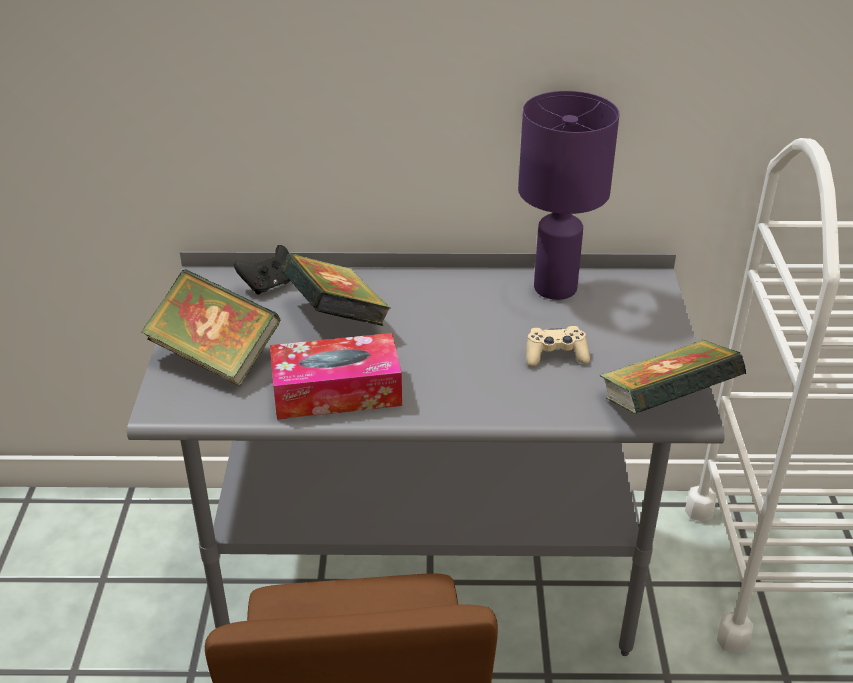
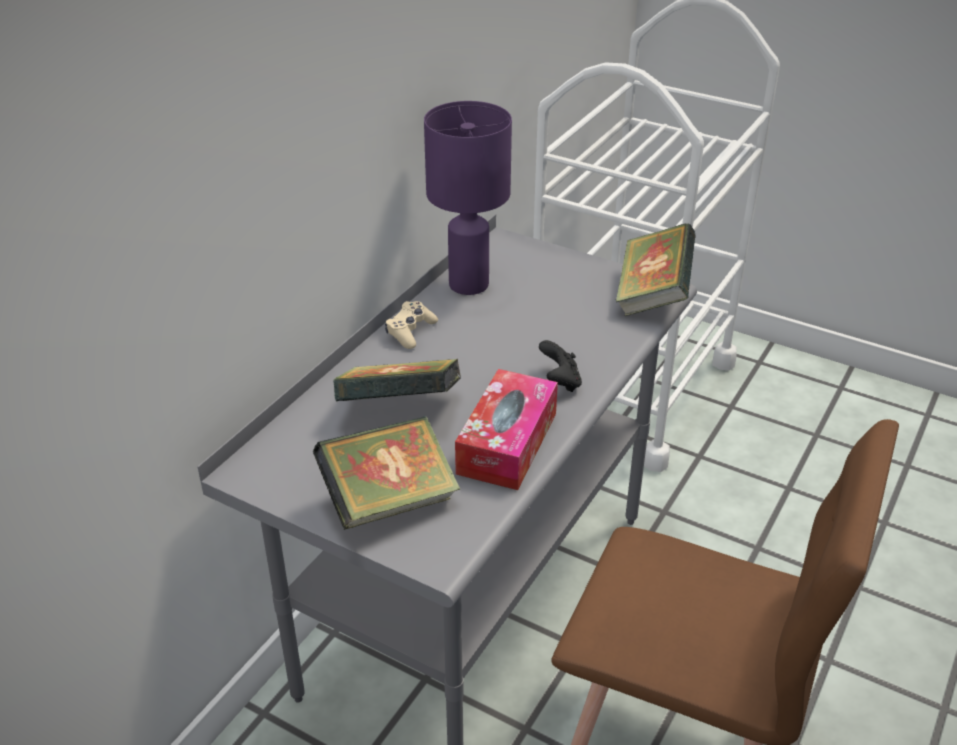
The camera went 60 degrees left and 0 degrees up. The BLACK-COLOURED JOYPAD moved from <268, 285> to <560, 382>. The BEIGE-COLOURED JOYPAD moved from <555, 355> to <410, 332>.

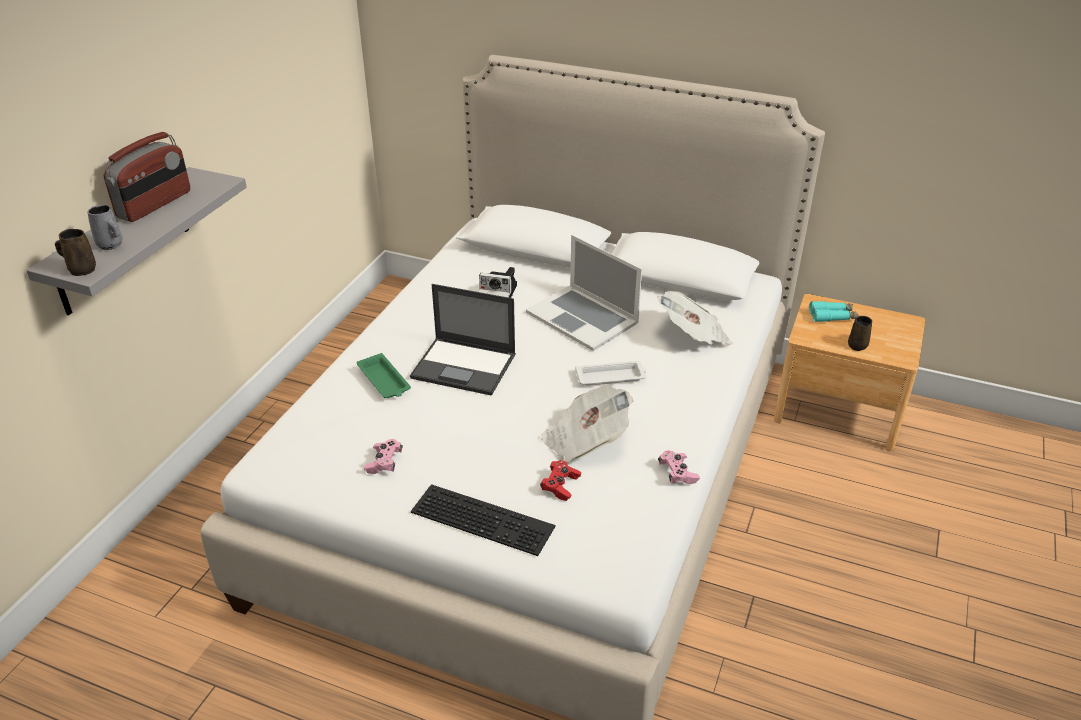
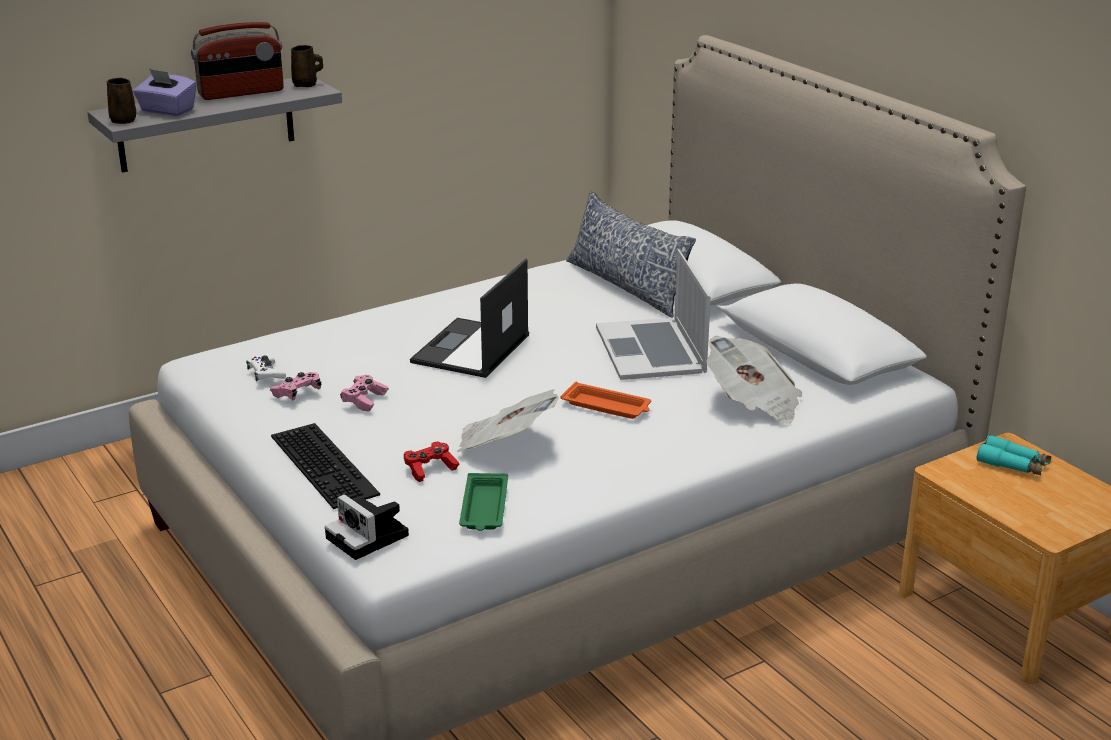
The camera went 35 degrees right and 10 degrees down. The GREY COFFEE MUG at <111, 245> was replaced by the PURPLE TISSUE HOLDER at <167, 110>. The STILL CAMERA moved from <499, 293> to <370, 537>. The LAPTOP at <465, 366> turned 60 degrees clockwise. The BROWNISH COFFEE MUG moved from <858, 345> to <306, 85>. The GREENISH TRAY moved from <384, 381> to <484, 508>. The WHITISH TRAY at <611, 377> became the ORANGE TRAY at <607, 406>. The PINK JOYPAD moved from <677, 473> to <364, 400>. The THROW PILLOW at <626, 285> appeared. The WHITISH JOYPAD at <266, 373> appeared.

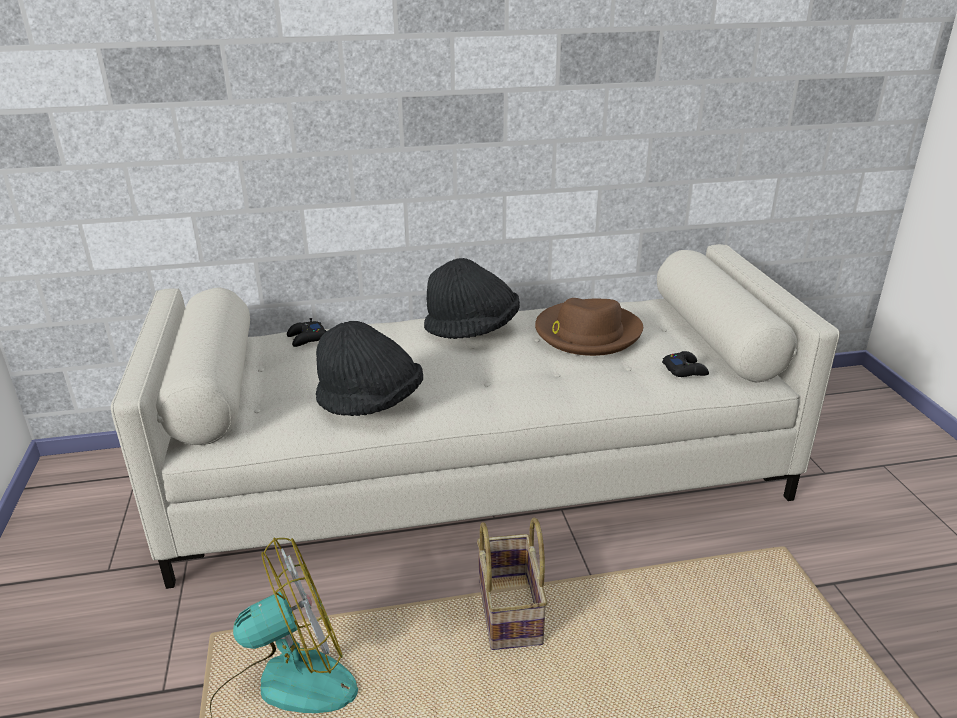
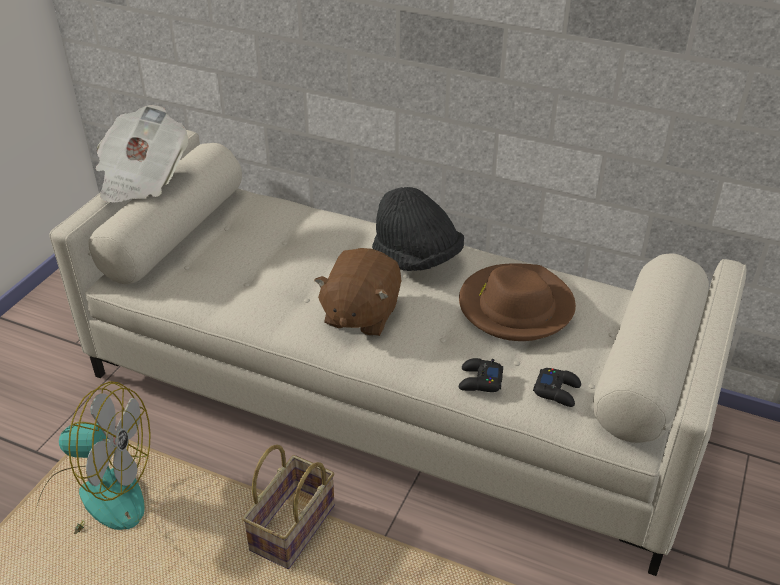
The camera went 35 degrees right and 10 degrees up. The BLACK-COLOURED JOYPAD moved from <306, 338> to <479, 381>. The BLACK-COLOURED WEARABLE HAT at <370, 404> disappeared. The DAILY PAPER at <142, 178> appeared. The BROWNISH CUDDLY TOY at <360, 314> appeared.

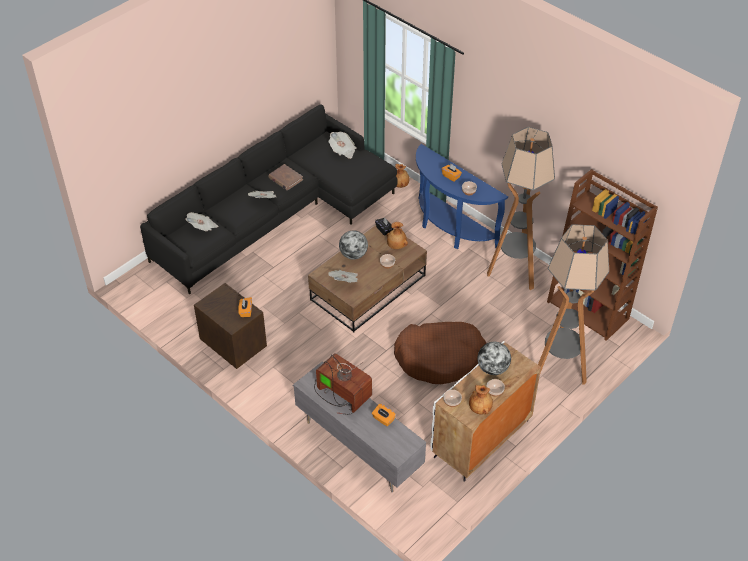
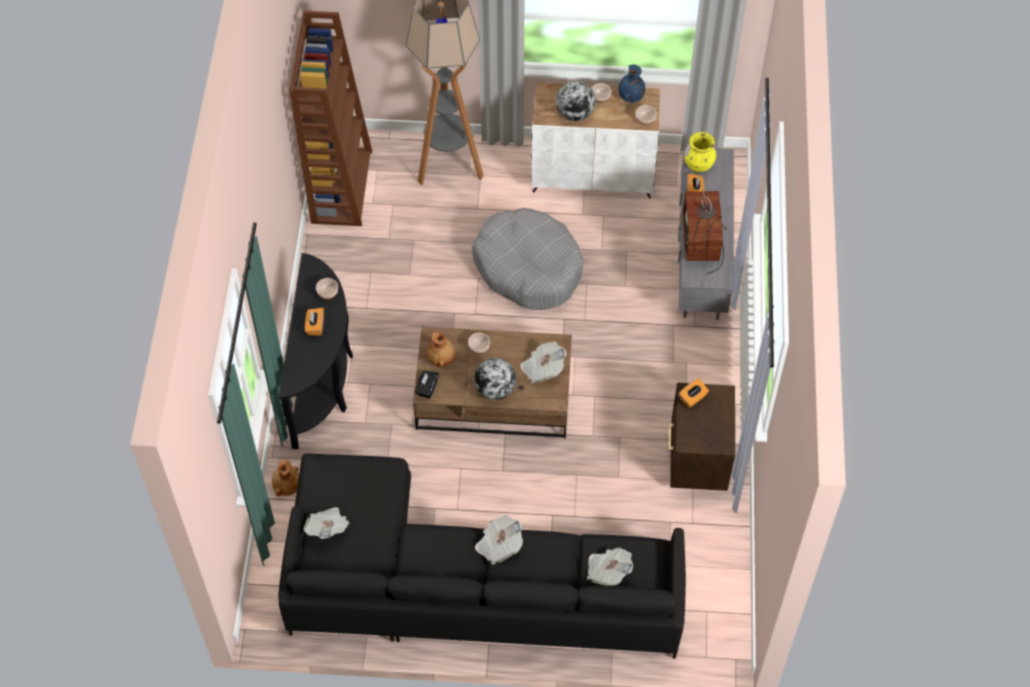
The camera went 130 degrees left and 10 degrees up. The FLOOR LAMP at <514, 273> disappeared. The BLUE-COLOURED HALL TABLE at <449, 229> became the BLACK-COLOURED HALL TABLE at <324, 382>. The BROWNISH VOLUME at <285, 179> disappeared. The BROWNISH PET BED at <440, 358> became the GREY PET BED at <528, 267>. The BROWNISH VASE at <480, 408> became the BLUE-COLOURED VASE at <630, 96>. The YELLOWISH VASE at <698, 166> appeared.

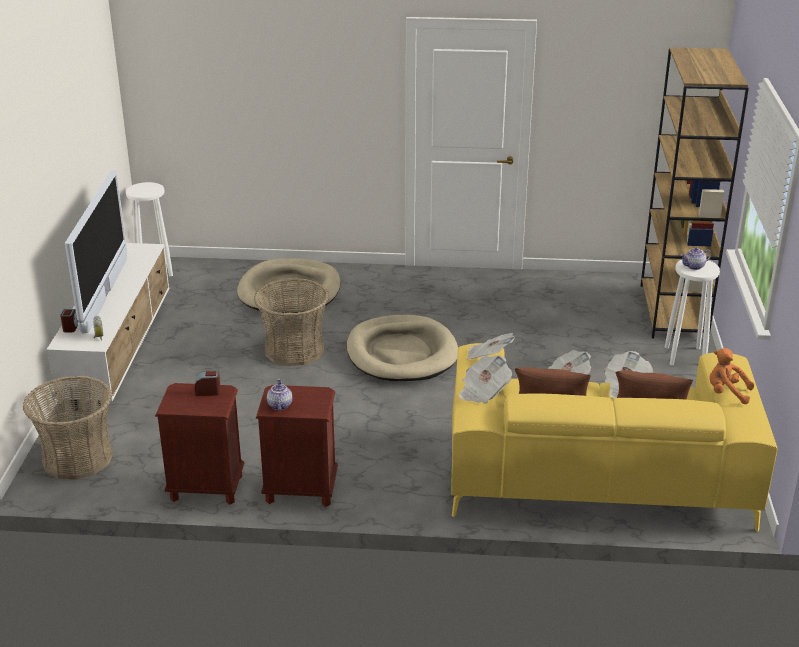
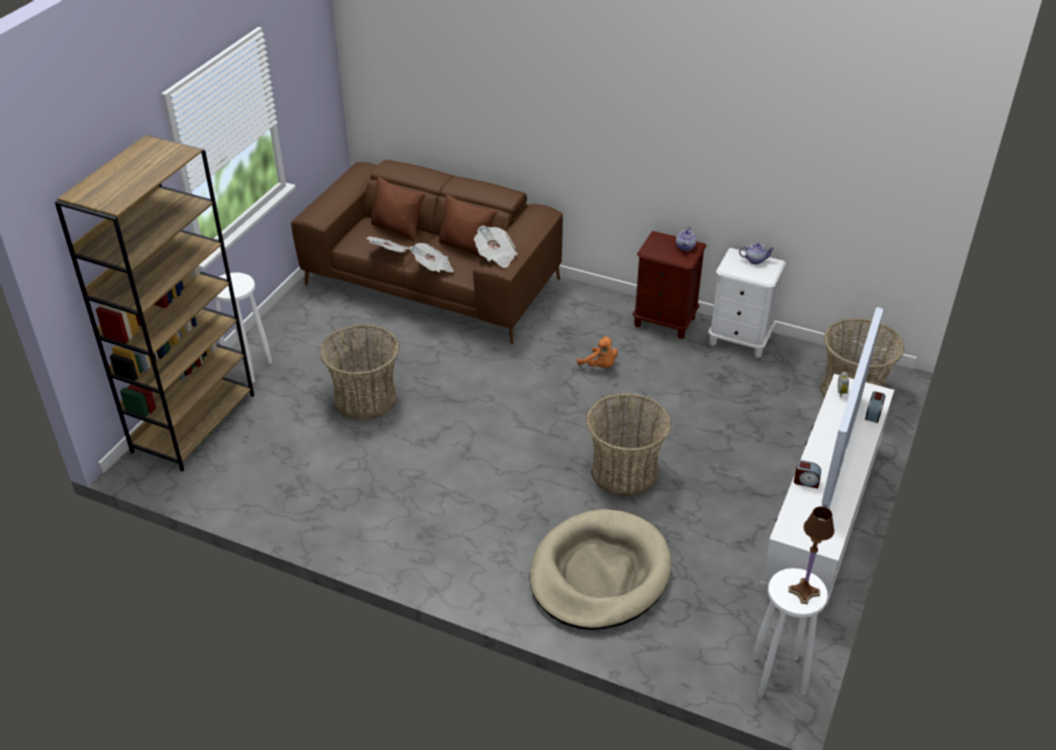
The camera went 160 degrees left and 10 degrees up. The TEAPOT moved from <694, 267> to <755, 260>. The BEIGE-COLOURED PET BED at <401, 353> disappeared. The YELLOWISH SETTEE at <598, 475> became the BROWNISH SETTEE at <432, 283>. The ORANGE CUDDLY TOY moved from <726, 393> to <600, 366>. The DAILY PAPER at <483, 391> disappeared. The TABLE CLOCK moved from <208, 392> to <806, 481>. The BROWNISH BEDSIDE TABLE at <206, 488> became the WHITISH BEDSIDE TABLE at <740, 340>. The STORAGE BASKET at <365, 398> appeared. The BROWNISH LAMP FOR A TABLE at <804, 592> appeared.

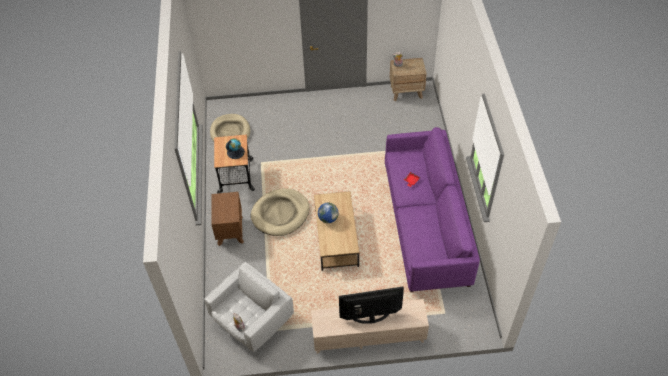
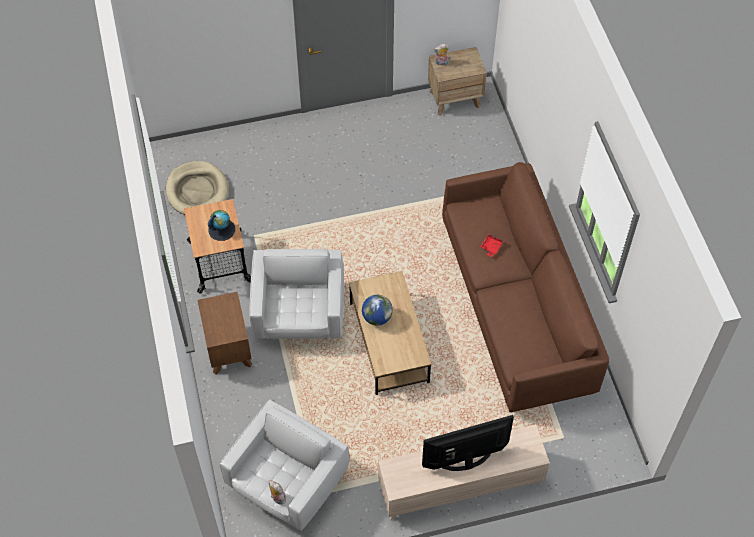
The camera went 10 degrees left and 5 degrees up. The PURPLE SETTEE at <426, 224> became the BROWNISH SETTEE at <516, 306>. The BEIGE-COLOURED PET BED at <280, 214> was replaced by the WHITISH EASY CHAIR at <299, 314>.

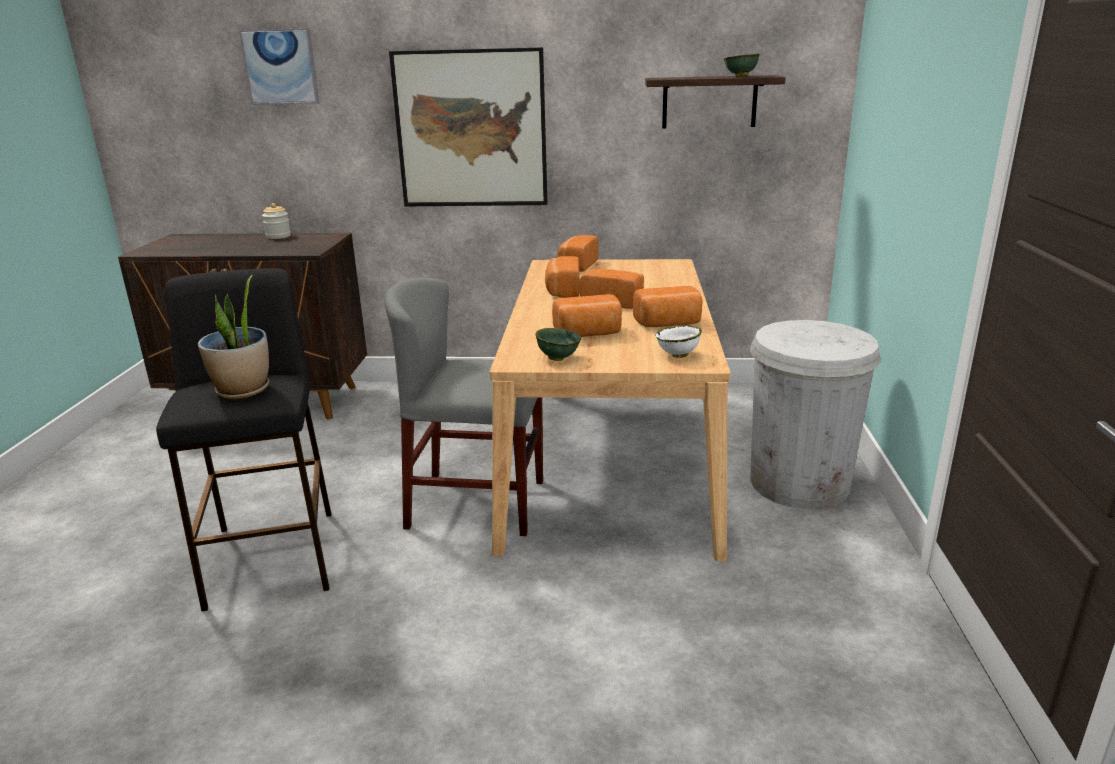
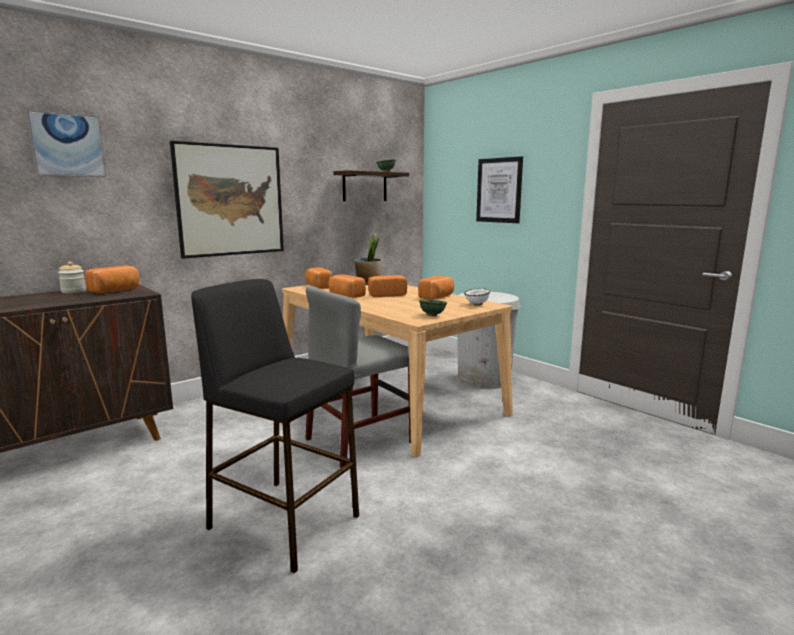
The camera went 45 degrees left and 10 degrees down. The HOUSEPLANT moved from <243, 390> to <368, 283>. The BREAD moved from <588, 334> to <116, 290>. The WALL ART at <499, 190> appeared.

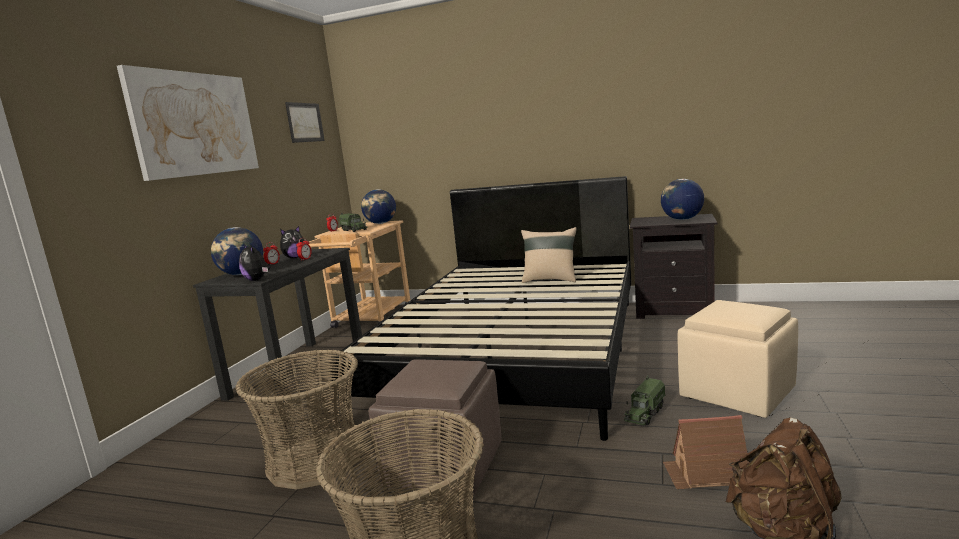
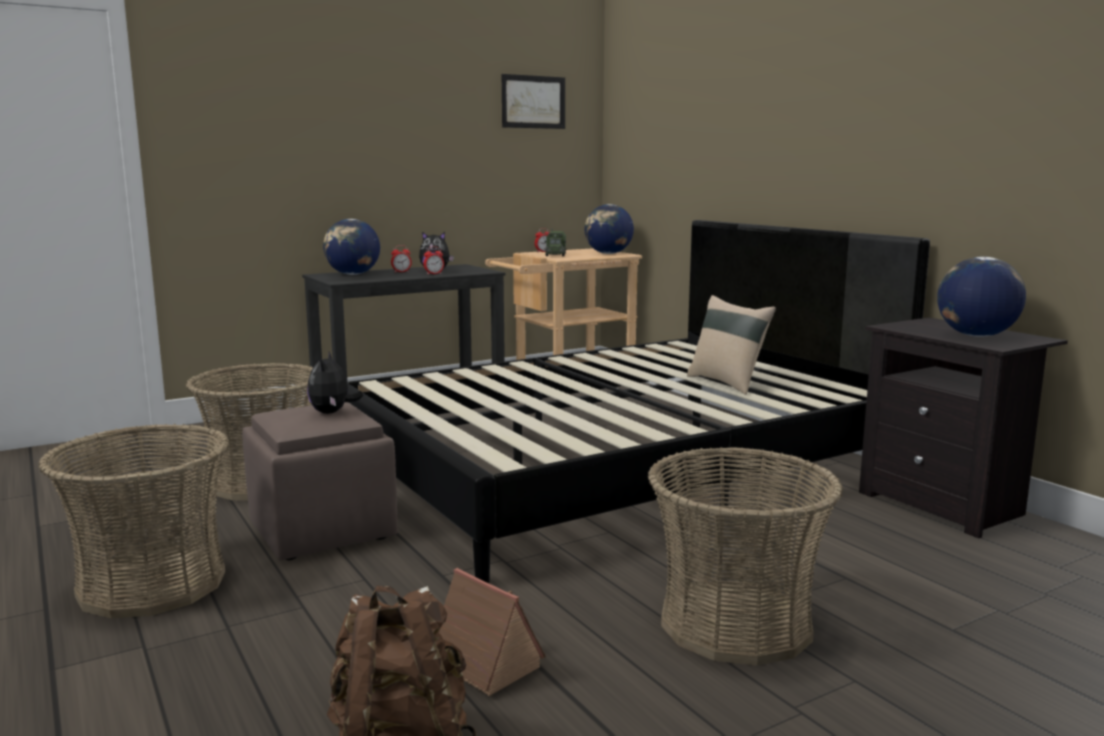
The camera went 40 degrees right and 0 degrees up. The WALL ART at <195, 124> disappeared. The CUDDLY TOY moved from <257, 280> to <332, 413>. The BEIGE-COLOURED FOOTREST at <736, 393> was replaced by the STORAGE BASKET at <735, 623>. The TOY LORRY at <644, 413> disappeared.

